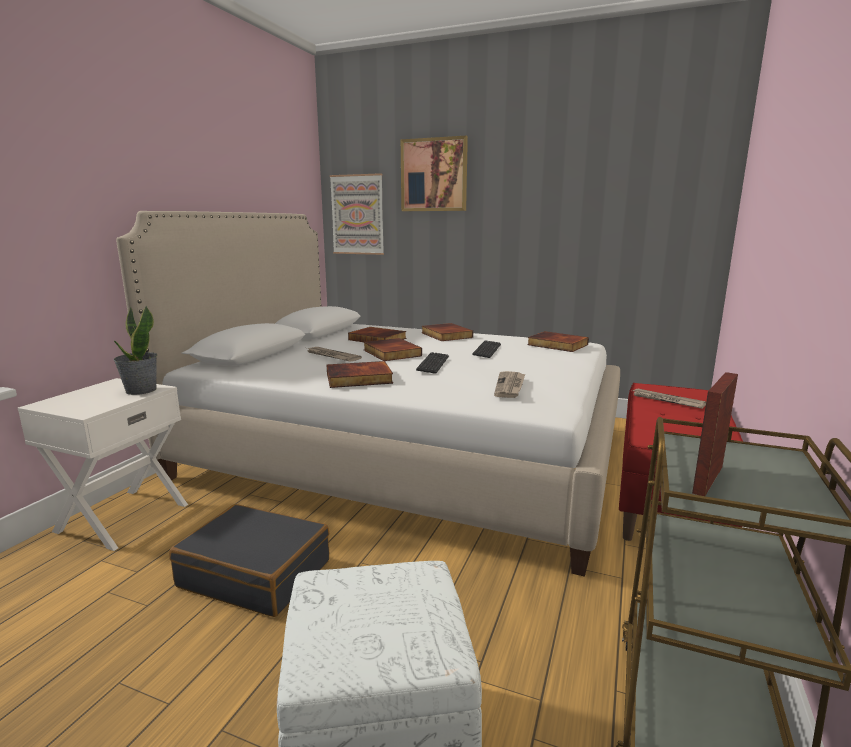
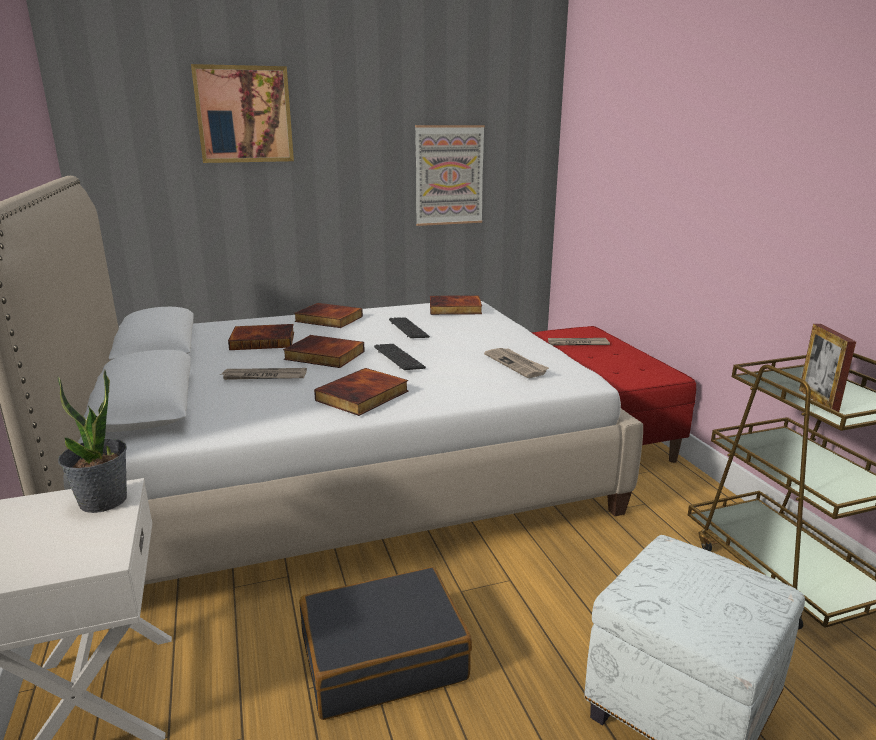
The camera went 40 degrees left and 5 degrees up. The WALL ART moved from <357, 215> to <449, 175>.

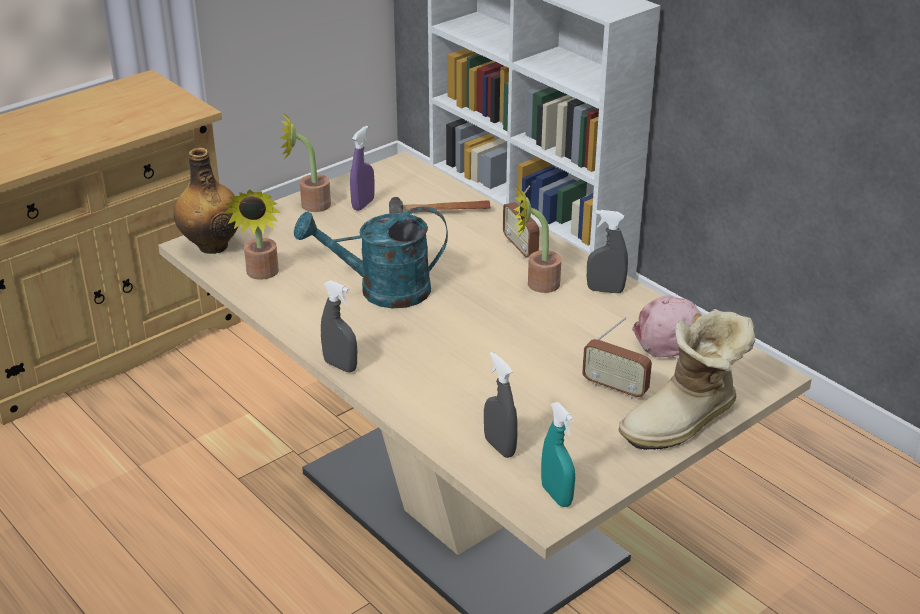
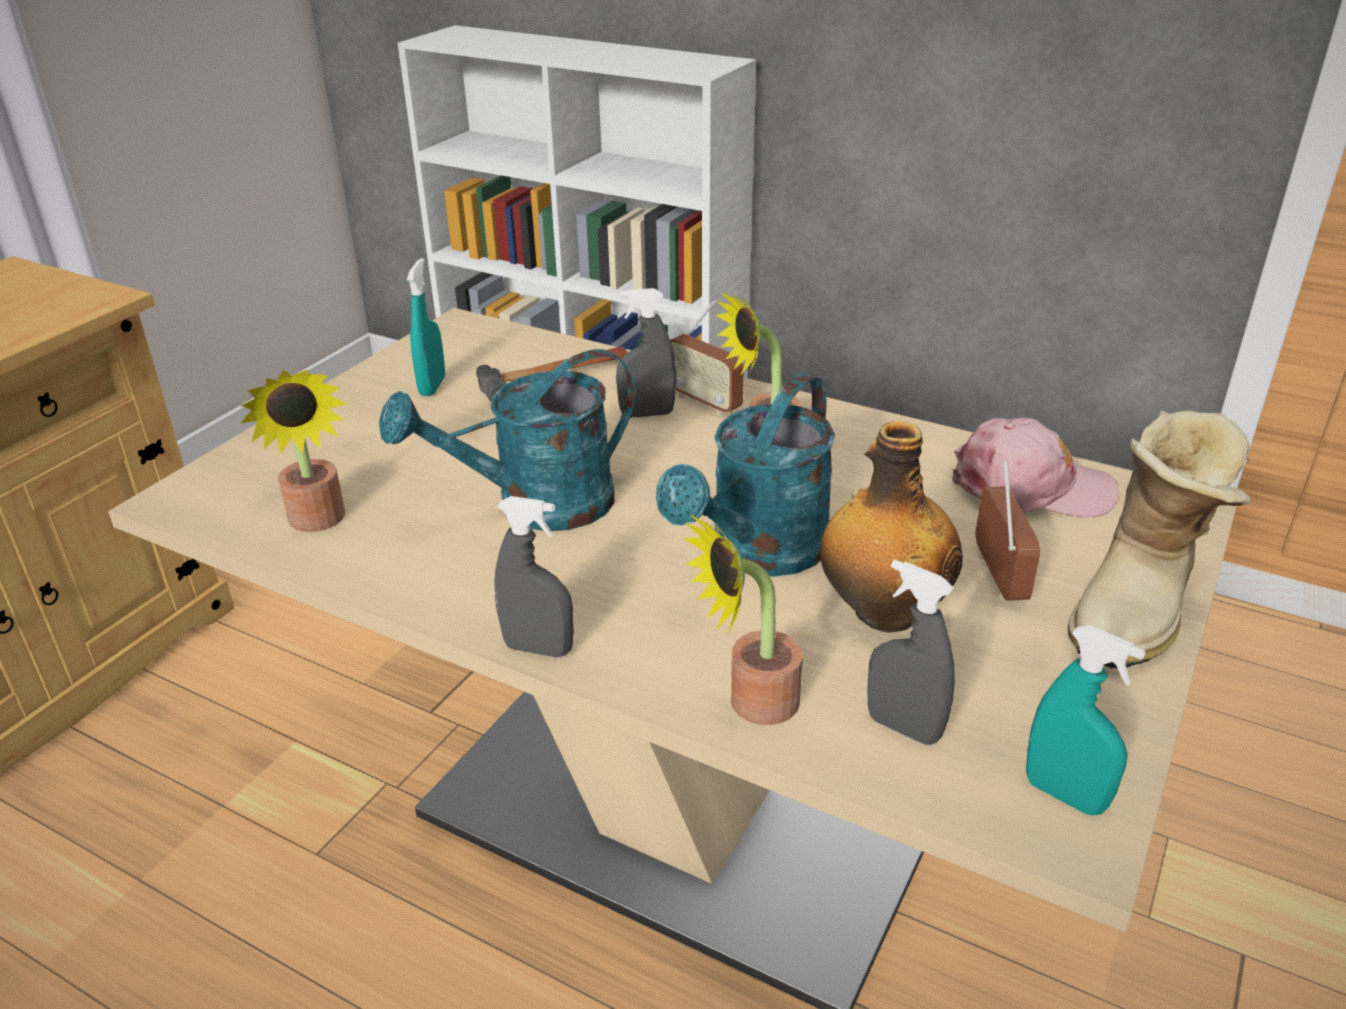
The camera went 20 degrees left and 0 degrees up. The HOUSEPLANT moved from <309, 205> to <751, 705>. The PURPLE HAND SPRAYER at <363, 204> became the TURQUOISE-COLOURED HAND SPRAYER at <432, 386>. The BOTTLE moved from <212, 245> to <882, 612>. The GREY HAND SPRAYER moved from <605, 290> to <647, 414>. The RADIO at <615, 388> turned 105 degrees counterclockwise. The TURQUOISE-COLOURED SPRINKLING CAN at <759, 554> appeared.

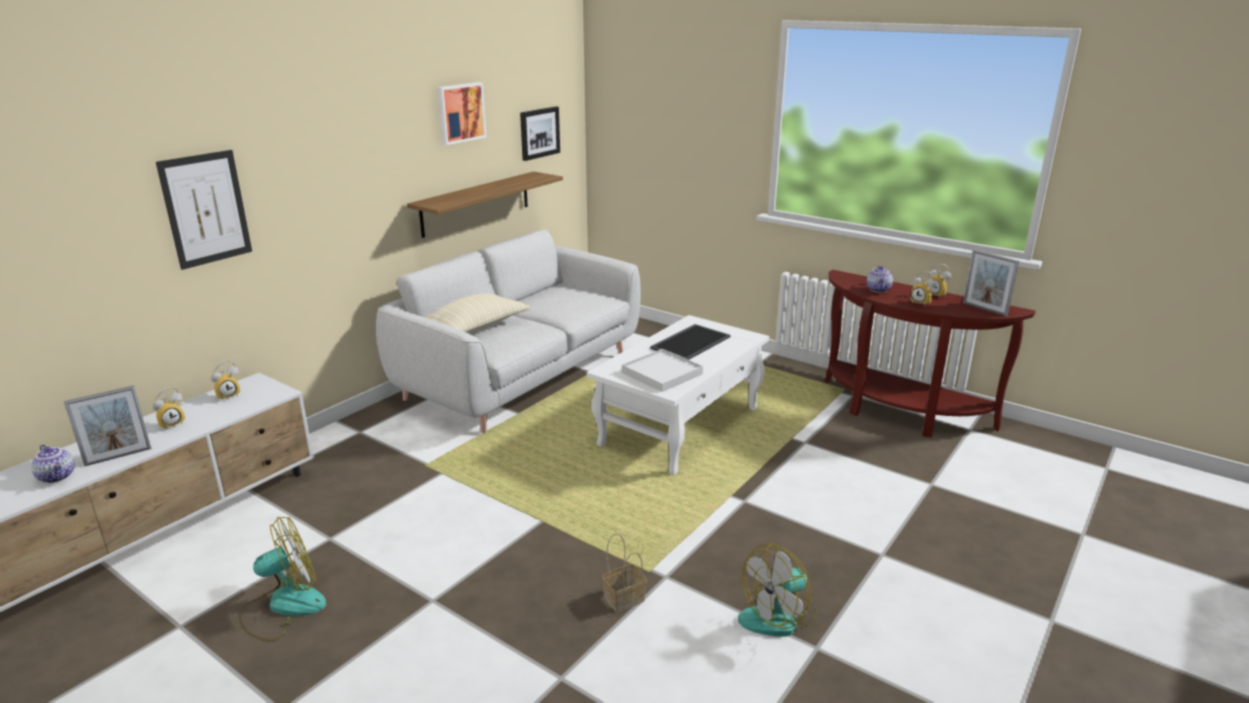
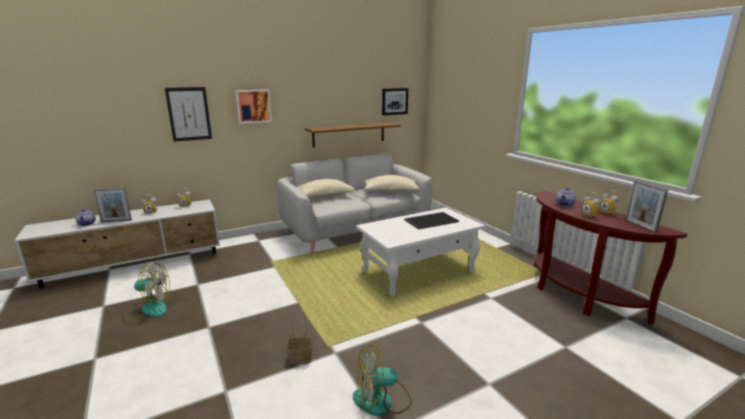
The camera went 25 degrees right and 5 degrees down. The WALL ART moved from <460, 112> to <253, 106>. The WHITISH TRAY at <662, 373> disappeared. The BEIGE-COLOURED THROW PILLOW at <391, 192> appeared.

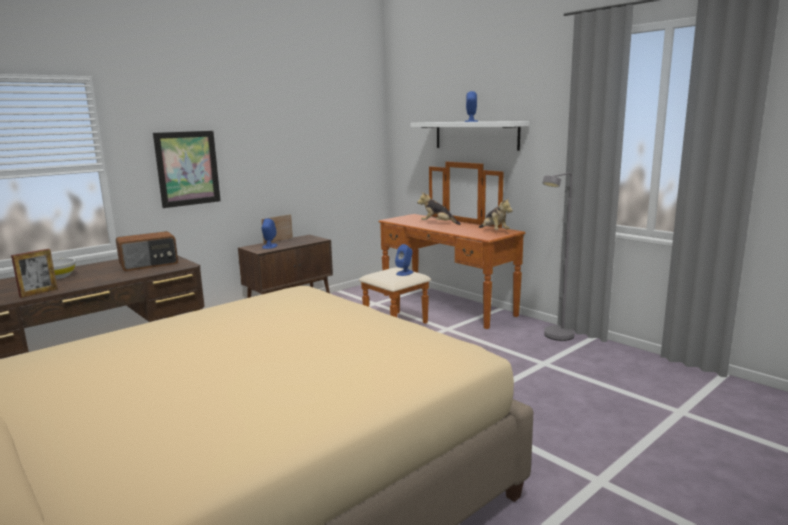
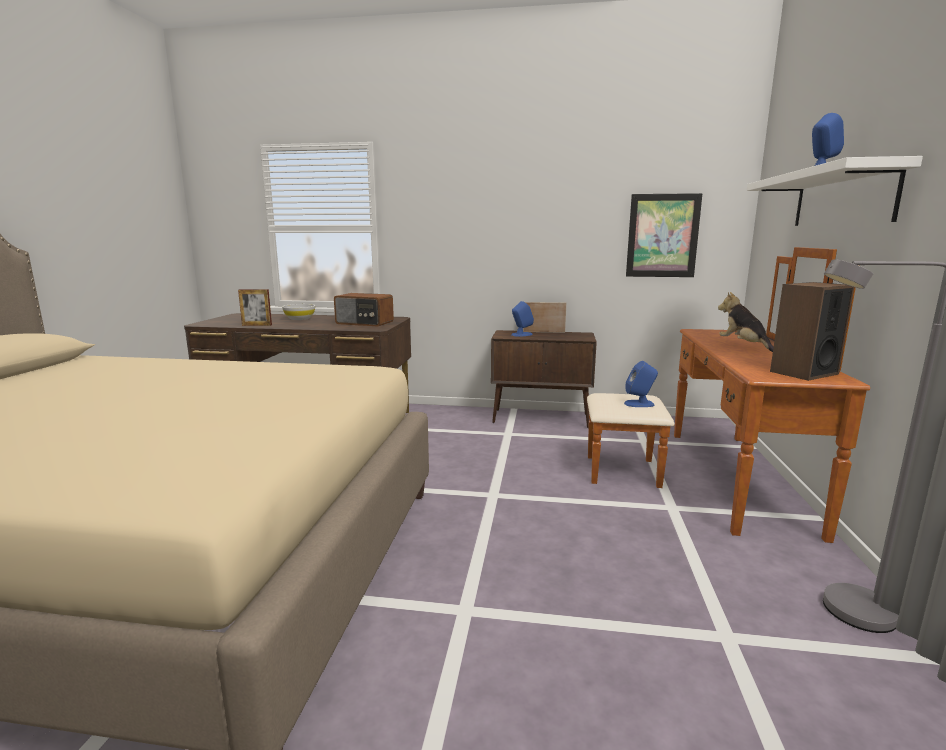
The camera went 50 degrees right and 0 degrees up. The WALL ART moved from <187, 168> to <662, 236>. The CUDDLY TOY at <494, 231> was replaced by the LOUDSPEAKER at <803, 373>.

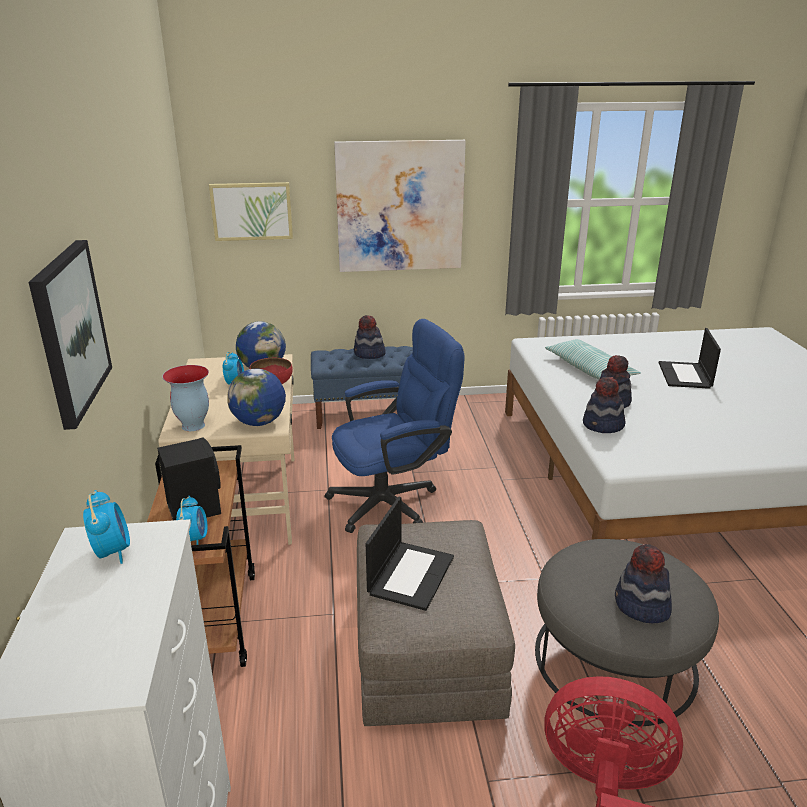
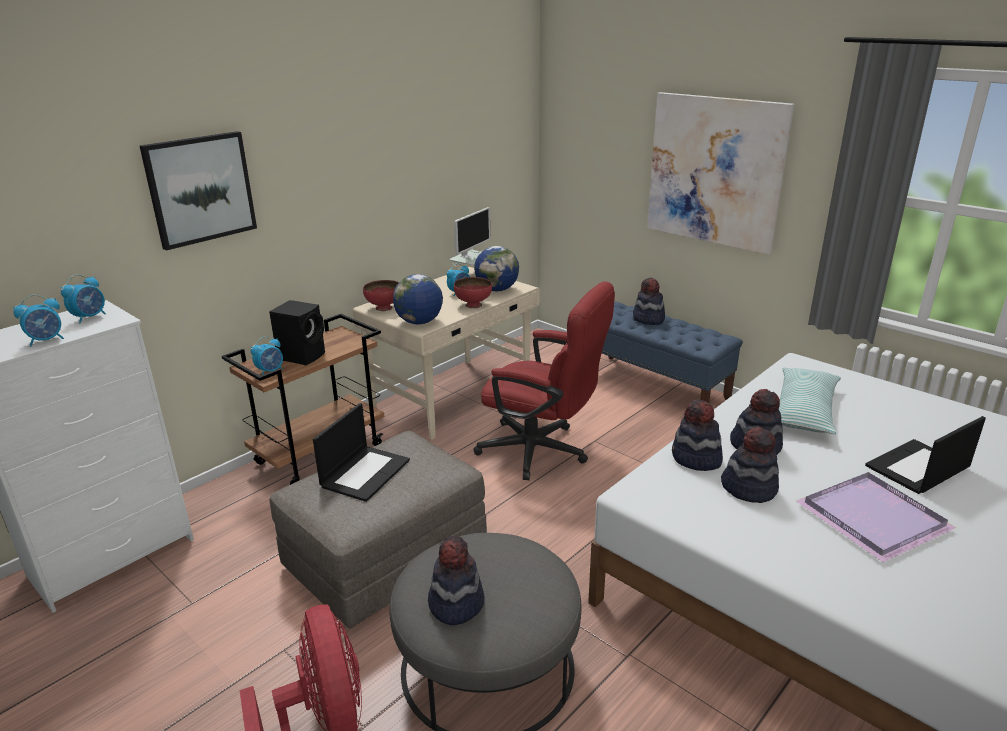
The camera went 50 degrees right and 0 degrees up. The WALL ART at <252, 211> disappeared. The BLUE-COLOURED OFFICE CHAIR at <393, 501> became the RED OFFICE CHAIR at <542, 452>. The VASE at <193, 426> was replaced by the RED DEEP DISH at <384, 308>. The LAPTOP at <410, 574> turned 45 degrees counterclockwise. The COMPUTER DISPLAY at <471, 276> appeared. The TABLE CLOCK at <47, 340> appeared. The WEARABLE HAT at <749, 488> appeared. The PURPLE TRAY at <875, 518> appeared.

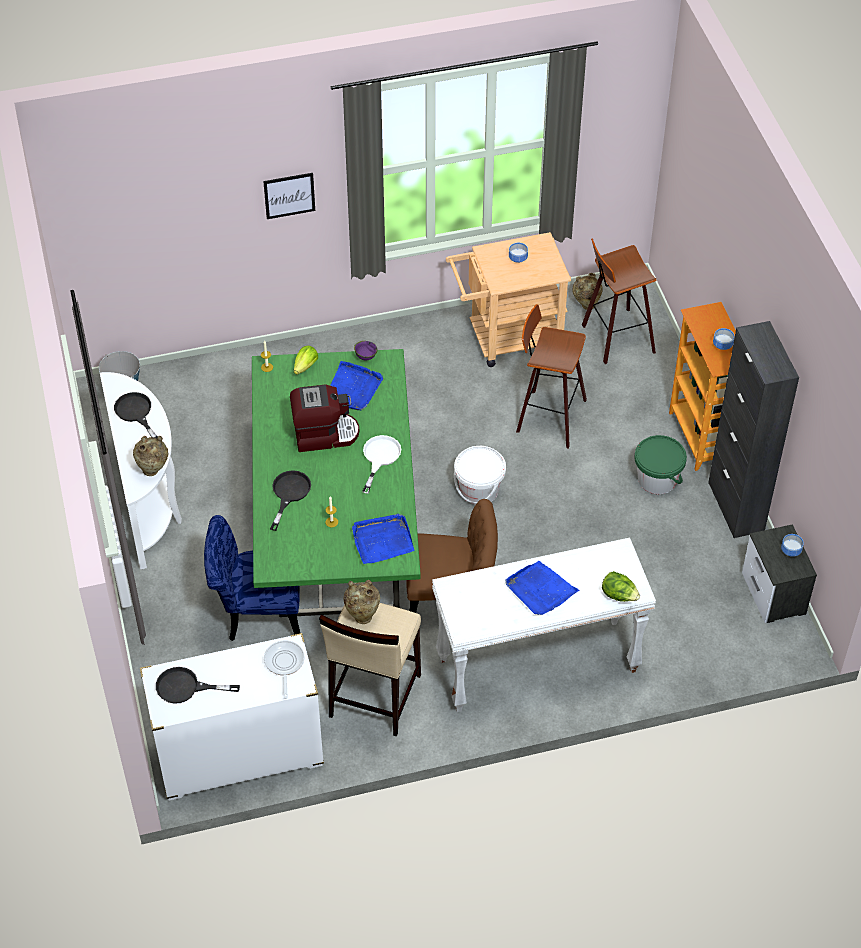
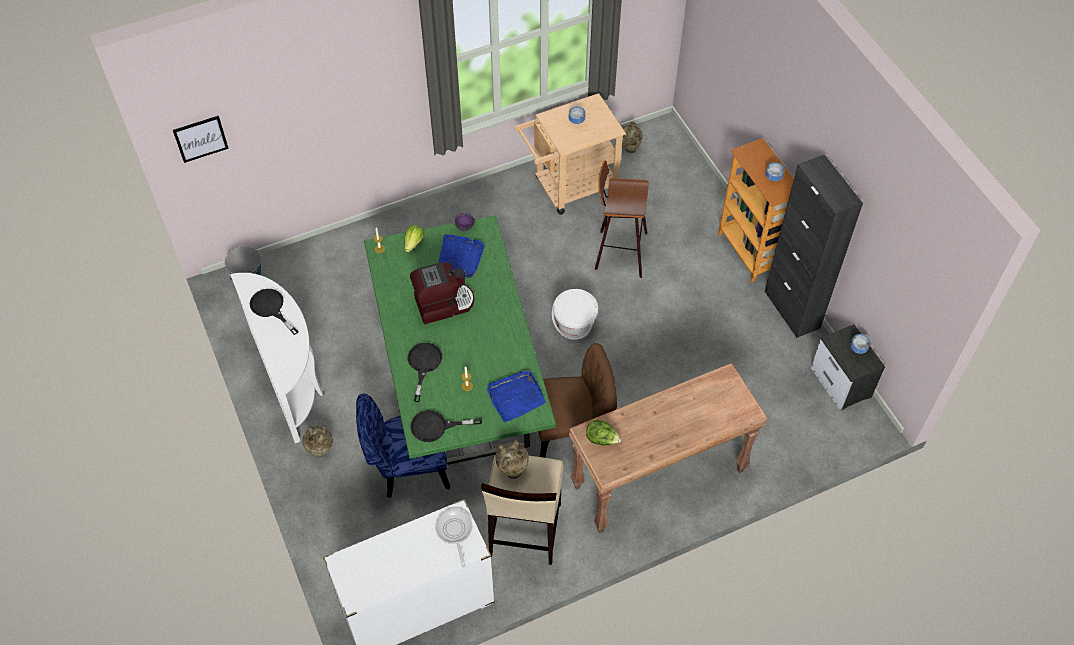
The camera went 10 degrees left and 5 degrees up. The WALL ART moved from <289, 195> to <200, 138>. The SITTING STOOL at <615, 338> disappeared. The WHITISH PAN at <379, 458> disappeared. The GREENISH BUCKET at <657, 479> disappeared. The BEIGE-COLOURED VASE moved from <153, 470> to <321, 451>. The WHITISH HALL TABLE at <537, 666> became the BROWNISH HALL TABLE at <658, 480>. The BLUE-COLOURED TRAY at <540, 590> disappeared. The LETTUCE HEAD moved from <619, 595> to <602, 439>. The BLACK-COLOURED PAN moved from <186, 687> to <436, 427>.

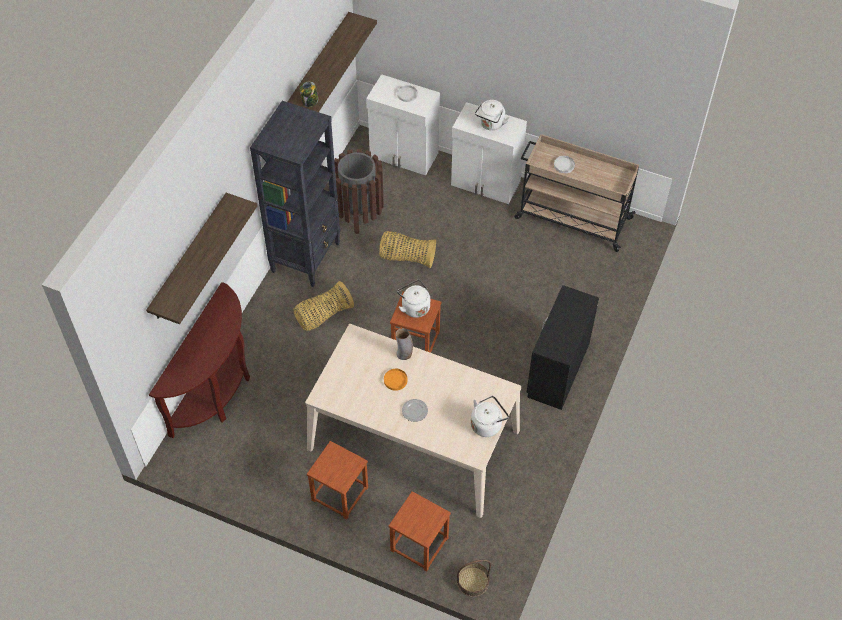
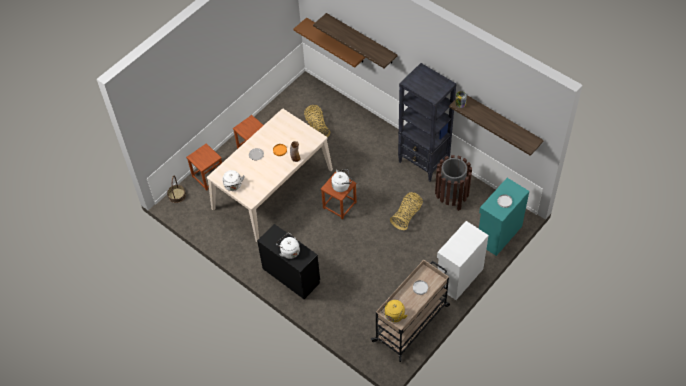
The camera went 110 degrees right and 0 degrees up. The WHITISH STORAGE CABINET at <404, 156> became the TURQUOISE-COLOURED STORAGE CABINET at <498, 234>. The WHITISH KETTLE moved from <490, 124> to <289, 251>. The STORAGE BASKET moved from <323, 315> to <317, 127>. The BROWNISH HALL TABLE at <216, 392> disappeared. The BROWNISH BRACKET SHELF at <337, 41> appeared. The YELLOWISH KETTLE at <394, 316> appeared.

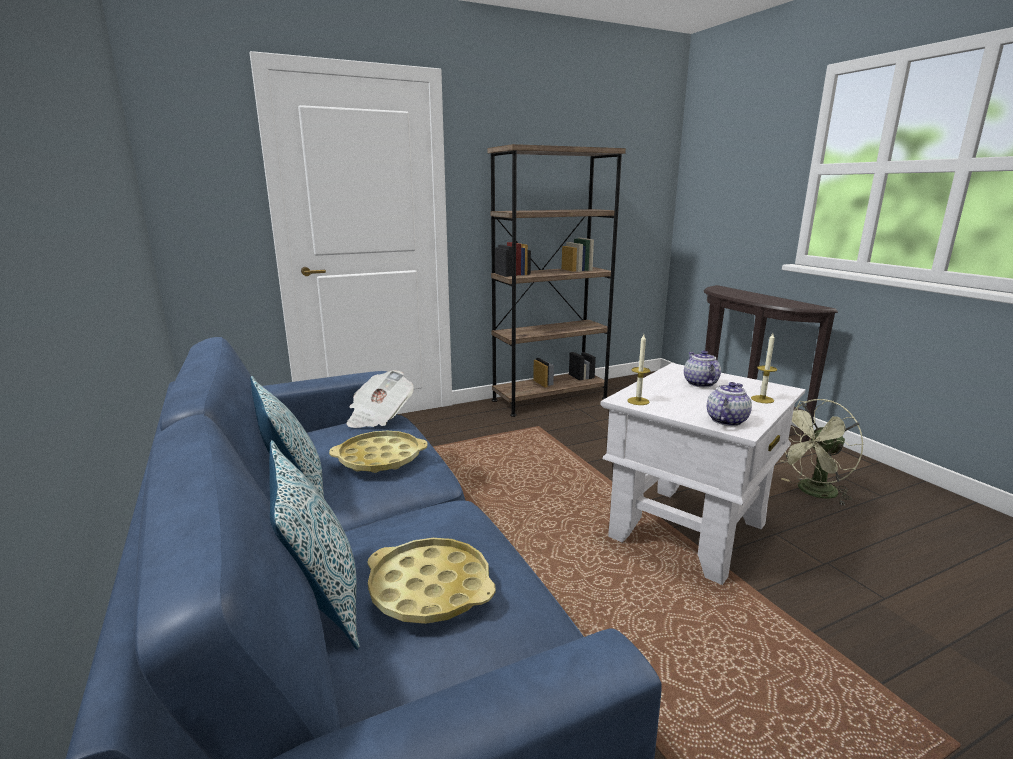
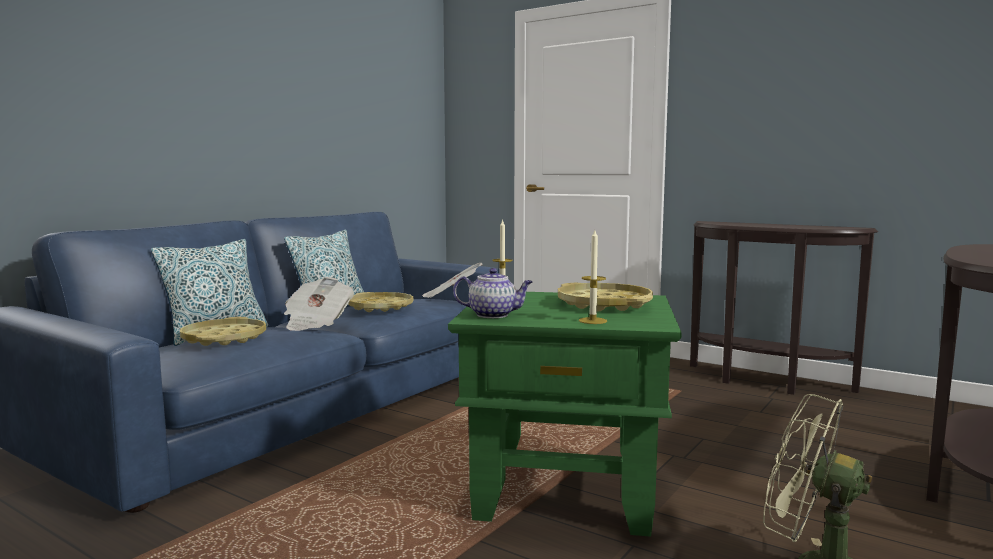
The camera went 60 degrees right and 10 degrees down. The BROWNISH SHELVING UNIT at <550, 399> was replaced by the BROWNISH HALL TABLE at <765, 382>. The TEAPOT at <699, 383> was replaced by the YELLOWISH TRAY at <604, 304>. The WHITISH ACCENT TABLE at <689, 530> became the GREENISH ACCENT TABLE at <565, 493>. The DAILY PAPER at <316, 323> appeared.

